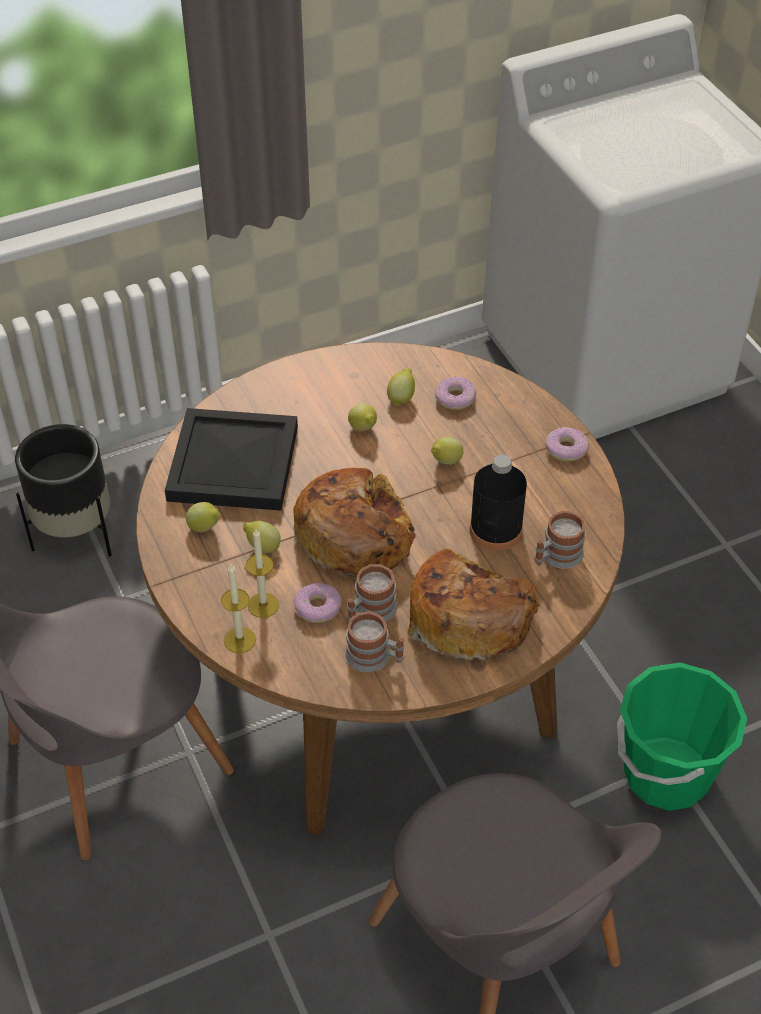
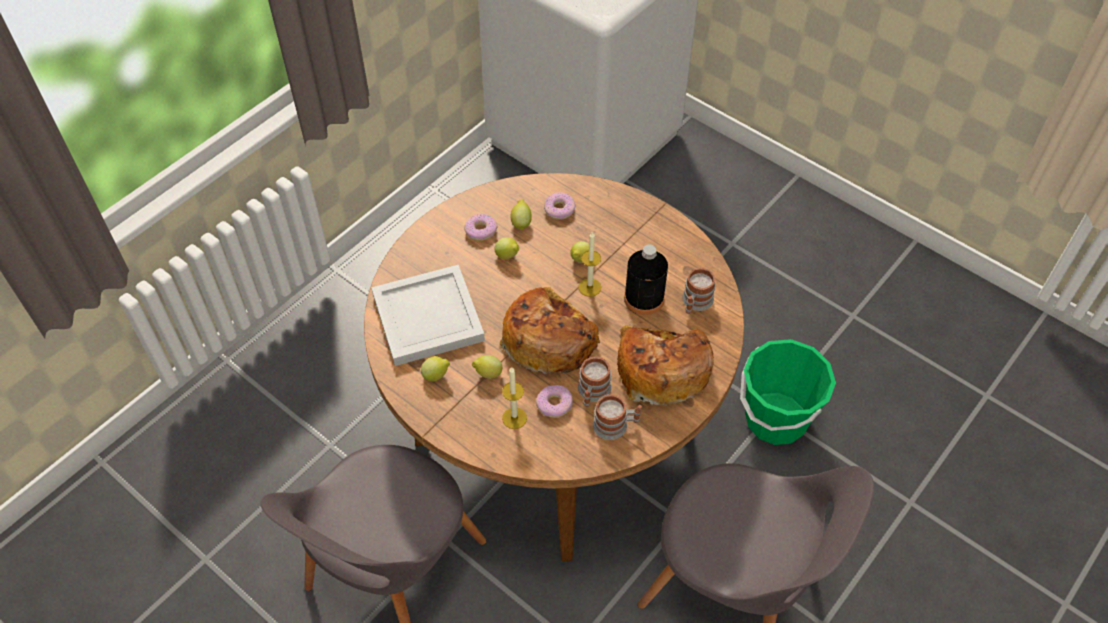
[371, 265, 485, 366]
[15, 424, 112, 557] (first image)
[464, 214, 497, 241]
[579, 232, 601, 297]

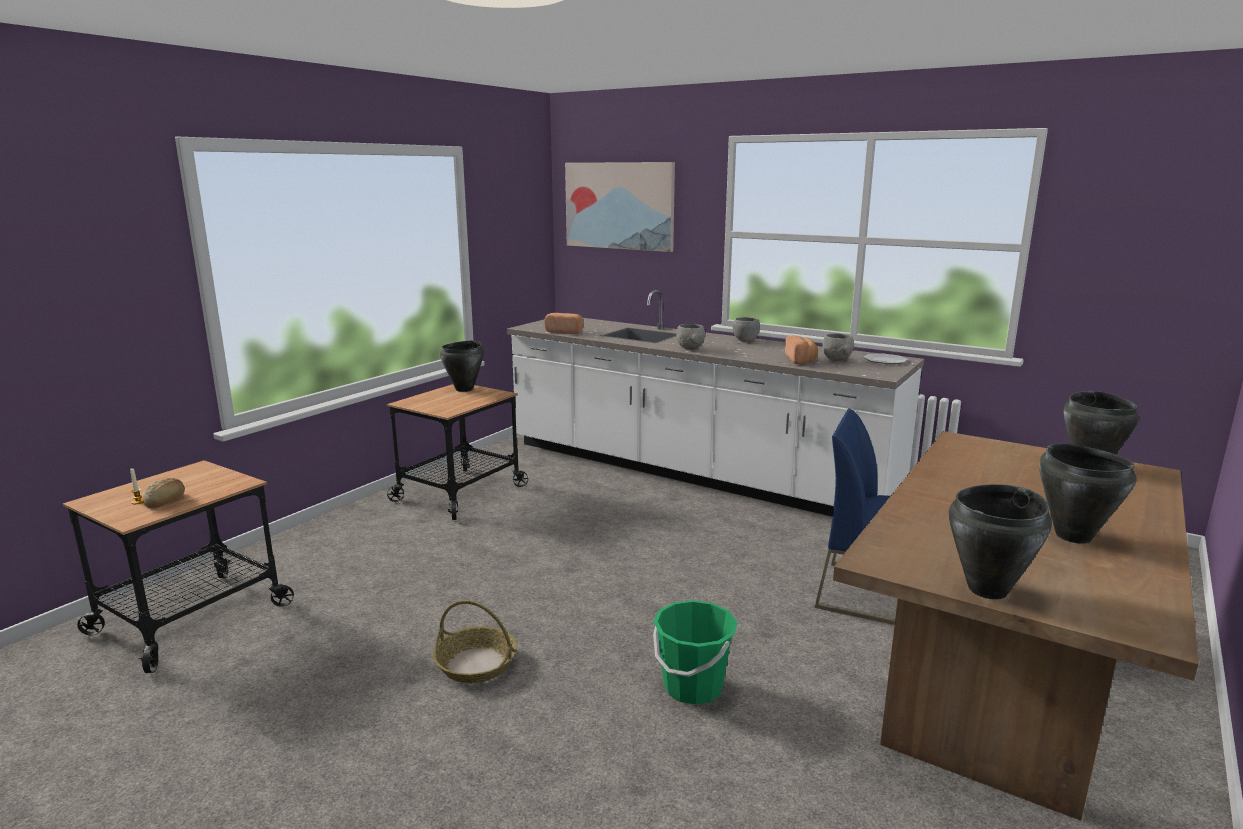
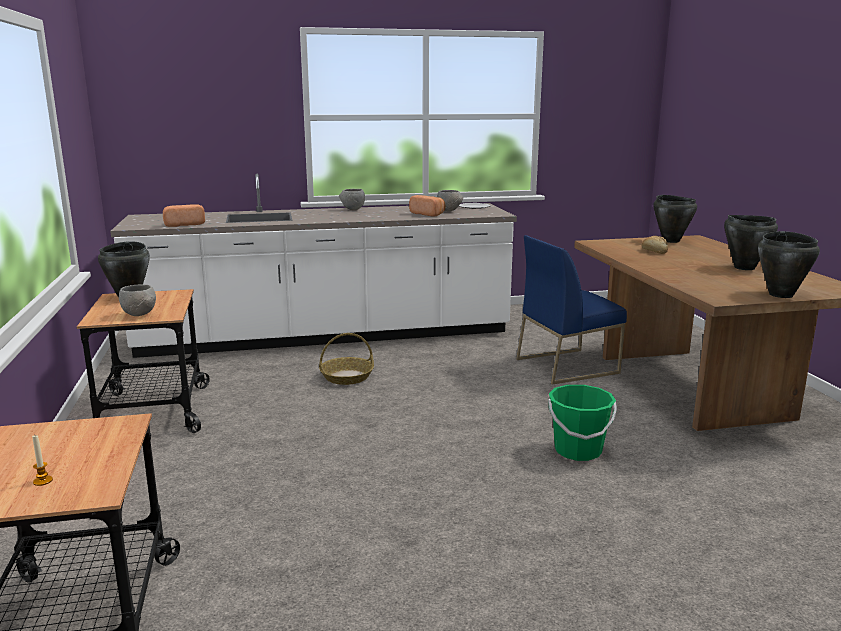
[565, 162, 675, 252] (first image)
[119, 284, 156, 316]
[642, 236, 668, 254]
[319, 333, 374, 385]

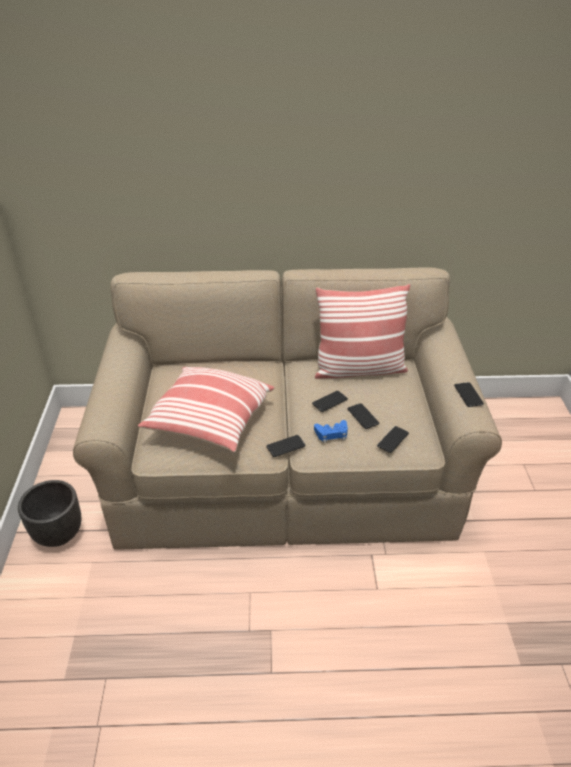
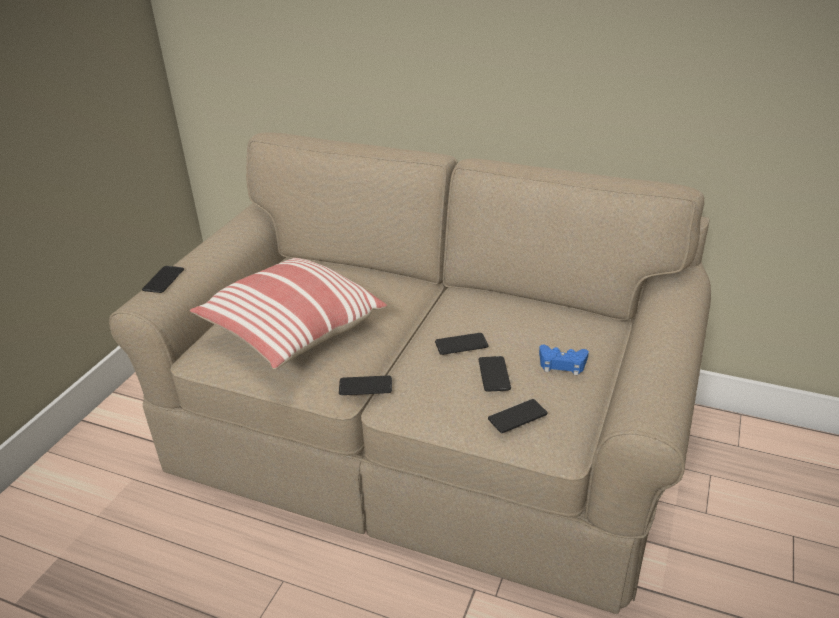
[315, 284, 410, 379] (first image)
[142, 266, 184, 293]
[539, 345, 589, 375]
[18, 480, 81, 547] (first image)

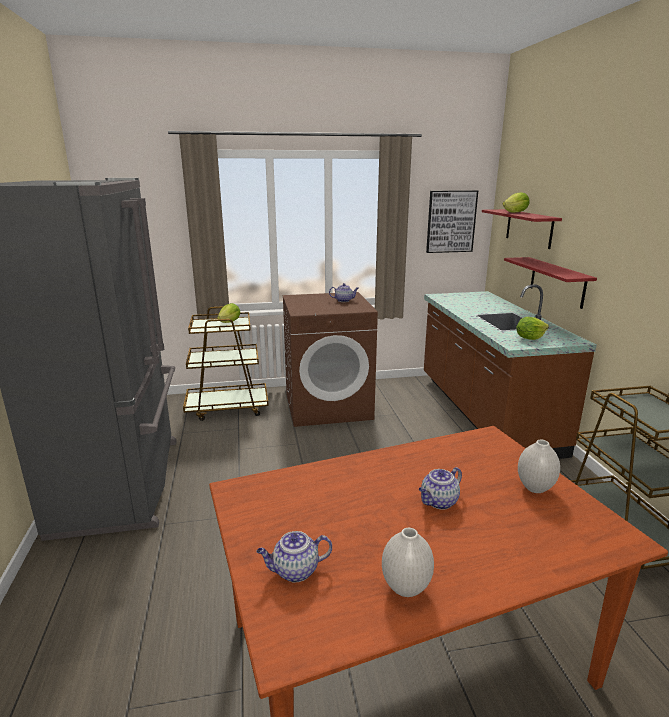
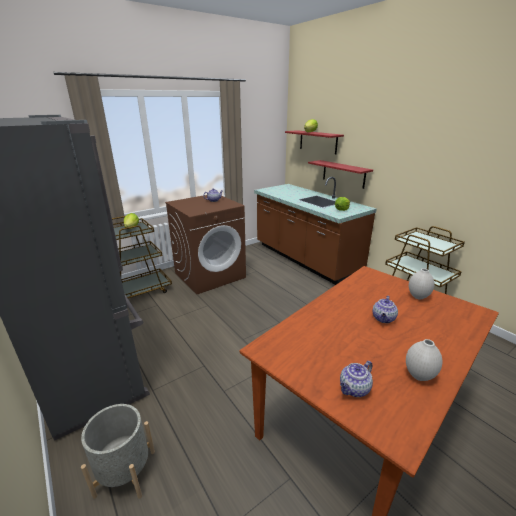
[426, 190, 478, 253] (first image)
[81, 404, 155, 499]

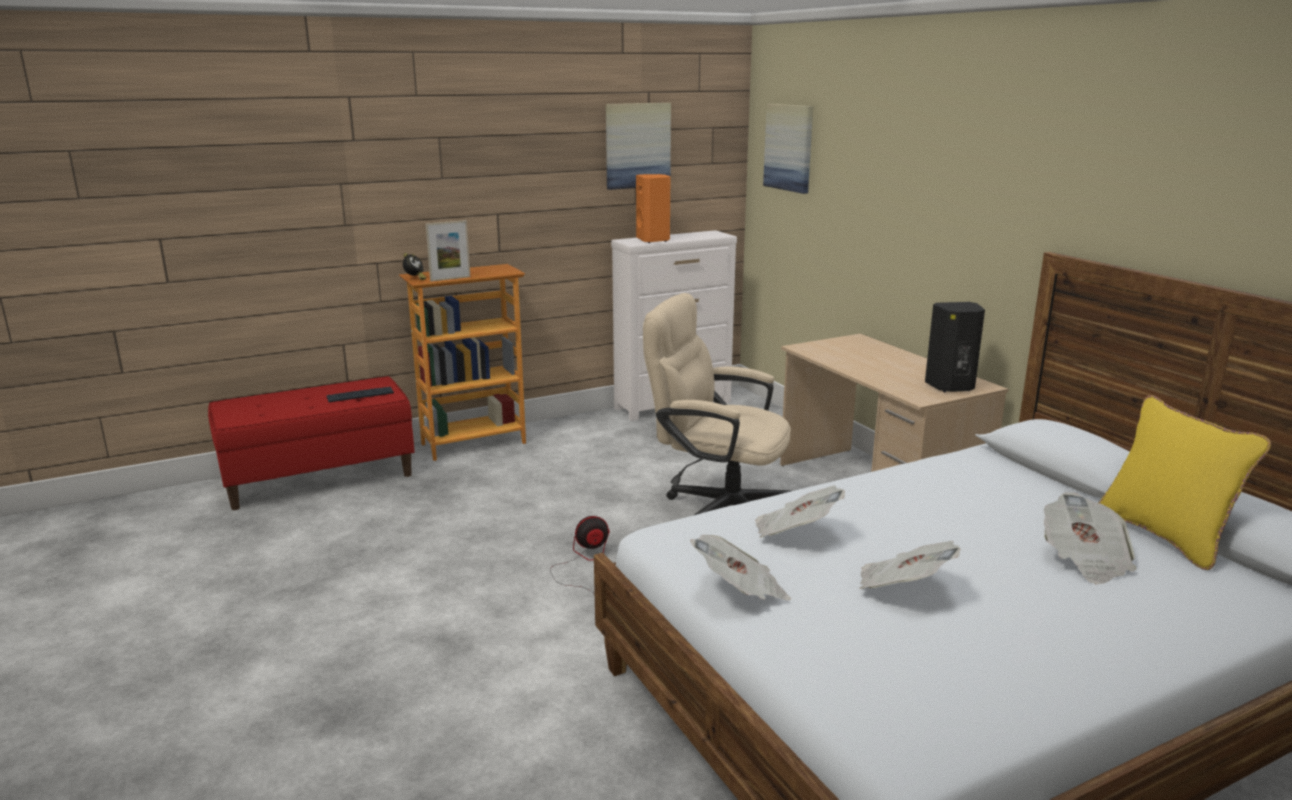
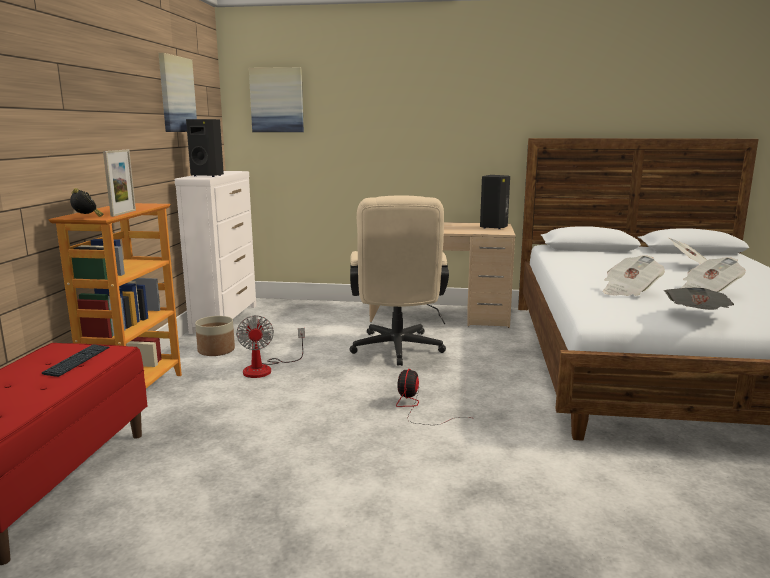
[186, 119, 224, 177]
[349, 195, 449, 366]
[1099, 395, 1271, 570] (first image)
[236, 315, 305, 378]
[195, 316, 235, 356]

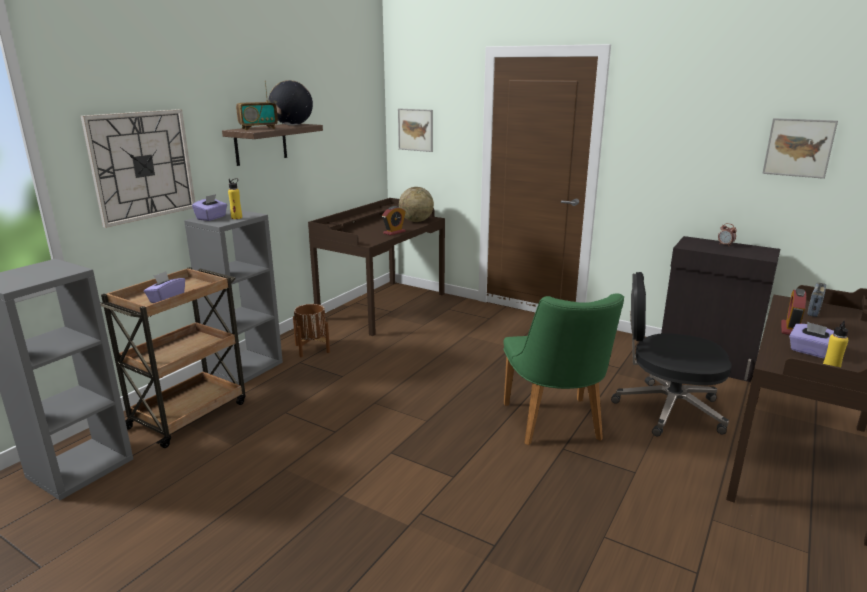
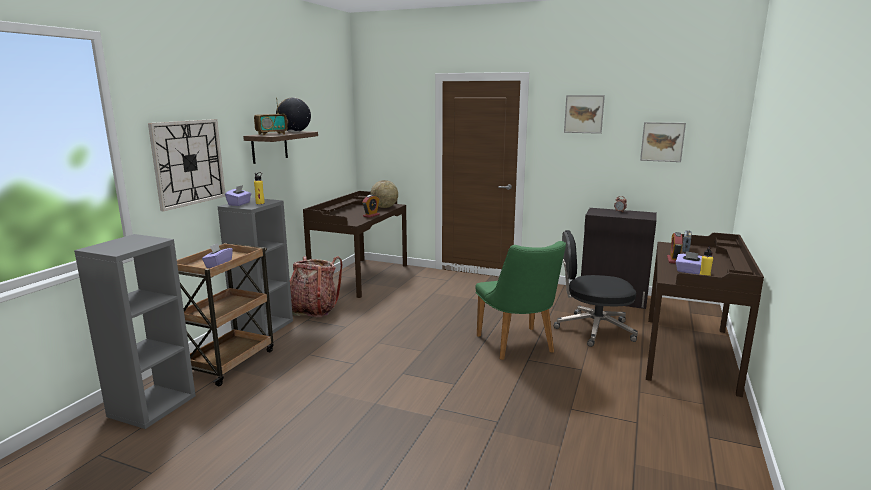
[564, 95, 605, 134]
[290, 256, 342, 317]

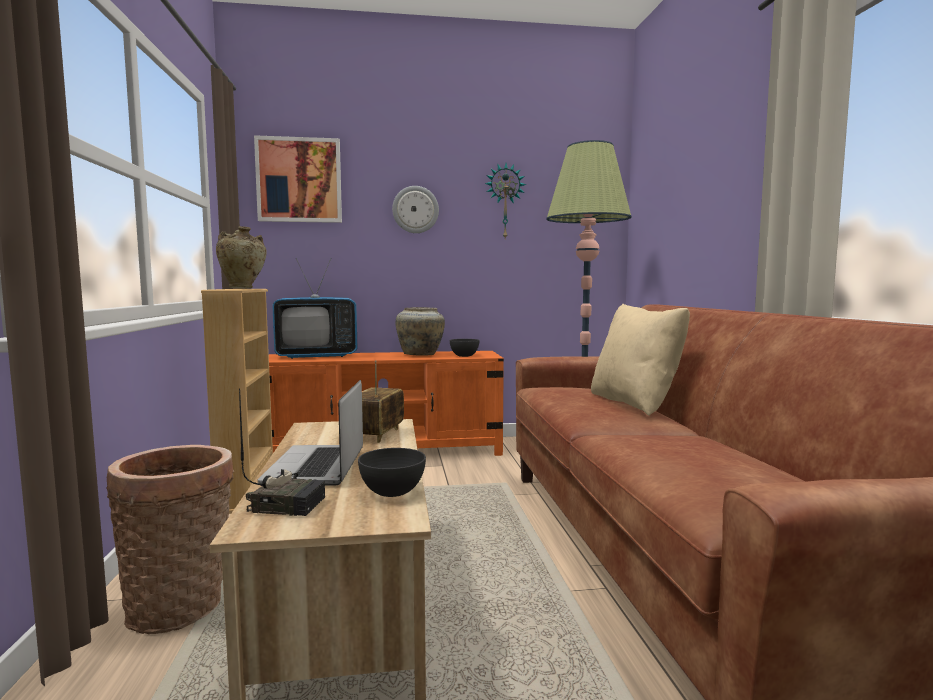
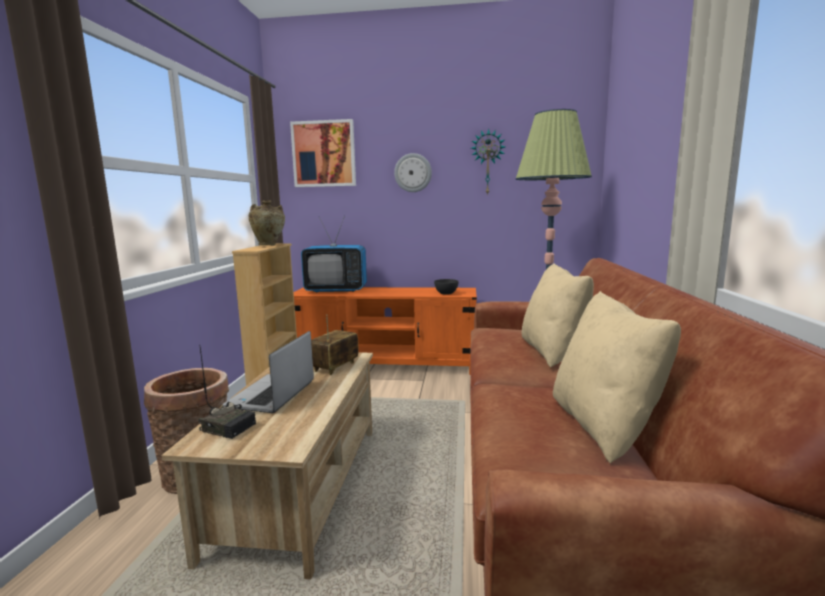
[396, 307, 445, 356] (first image)
[358, 448, 426, 497] (first image)
[553, 291, 681, 464]

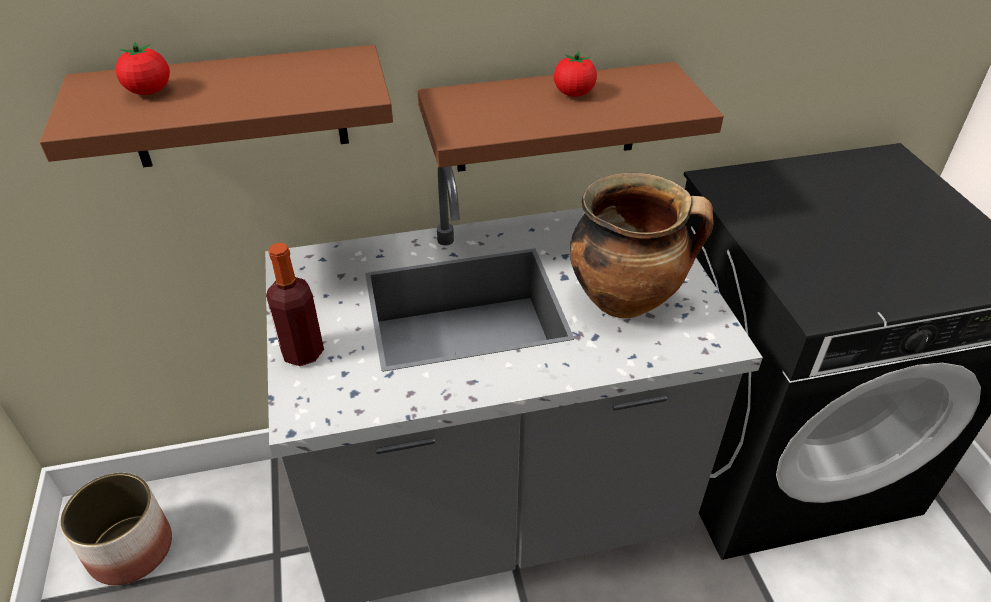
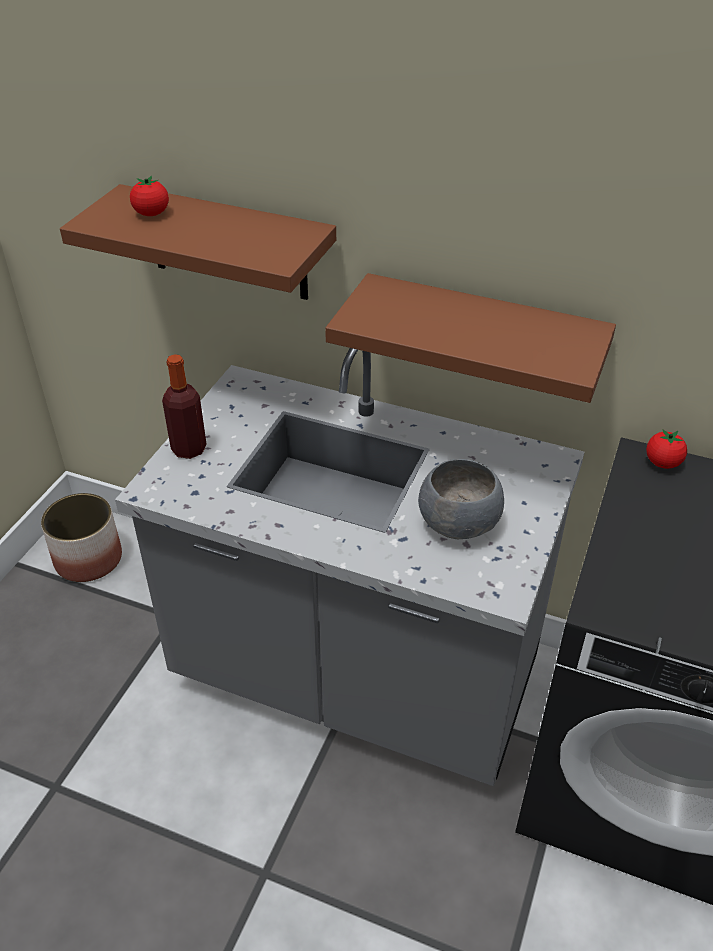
[646, 429, 687, 469]
[418, 459, 504, 539]

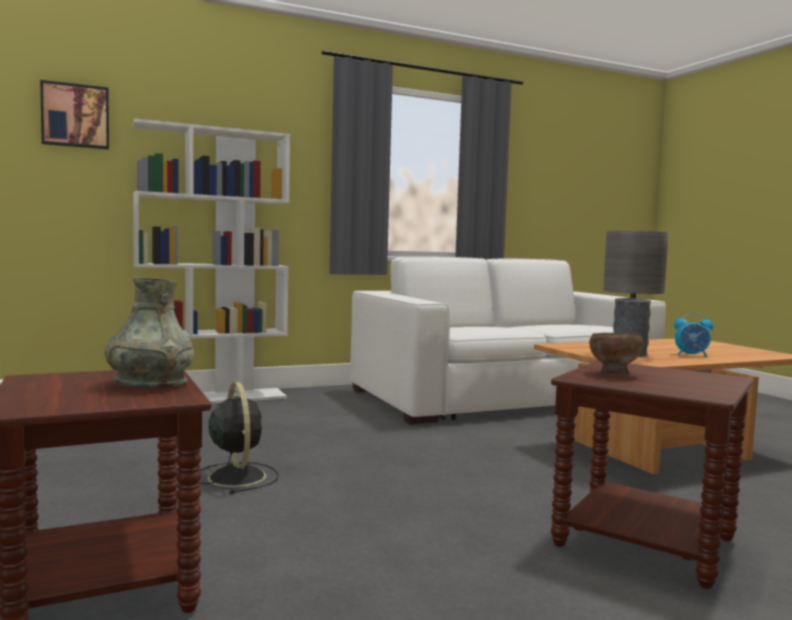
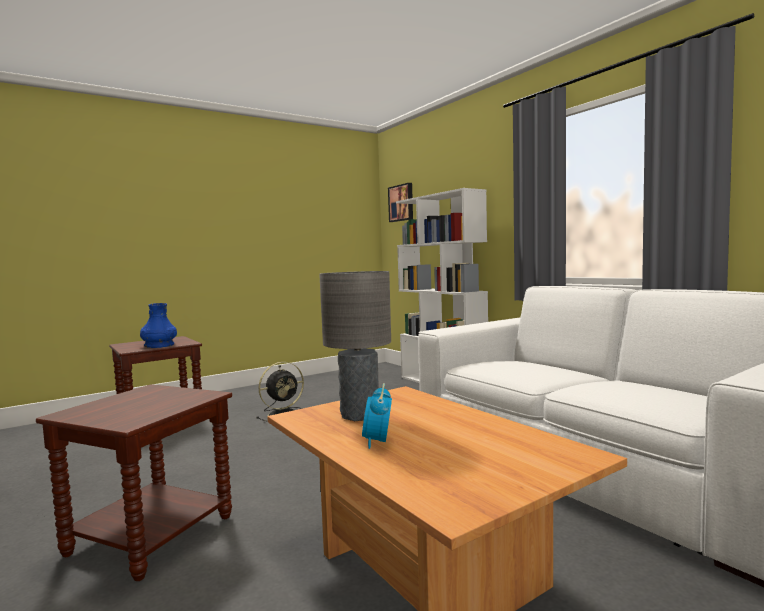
[140, 303, 177, 348]
[589, 333, 643, 374] (first image)

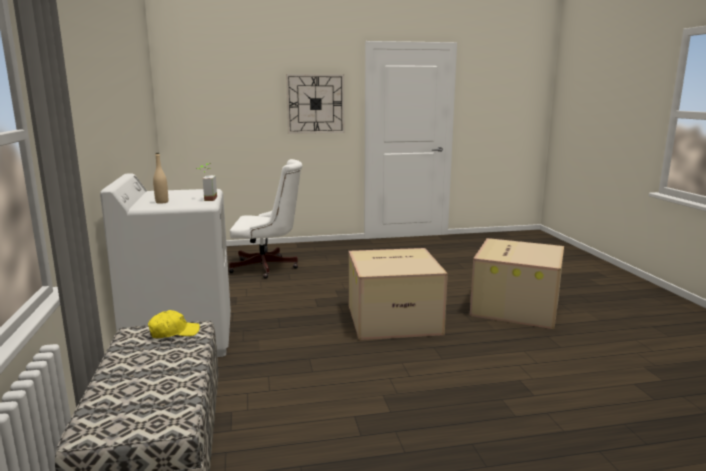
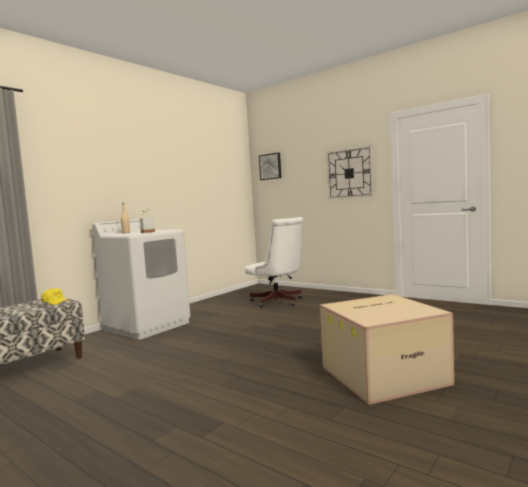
[348, 248, 448, 340] (first image)
[259, 152, 281, 180]

